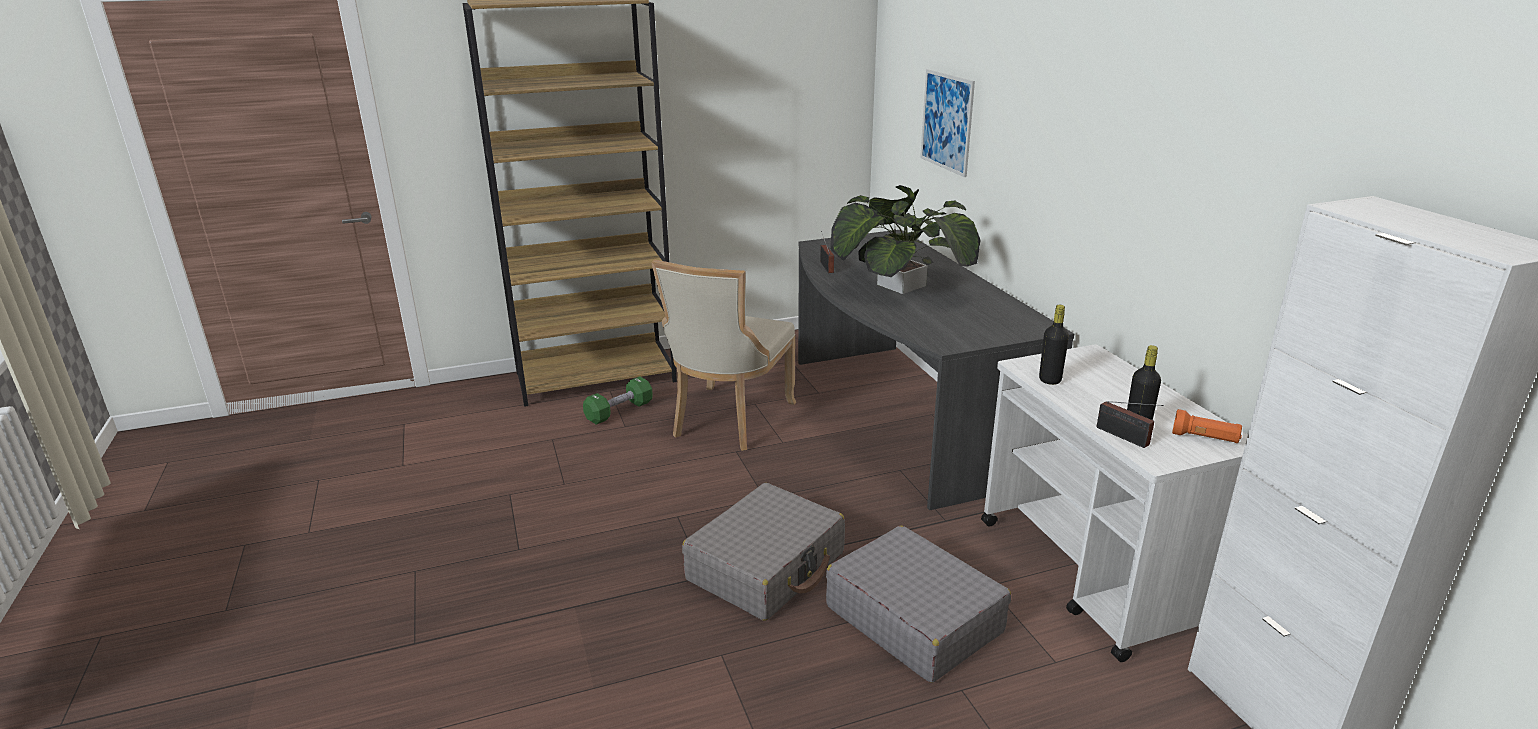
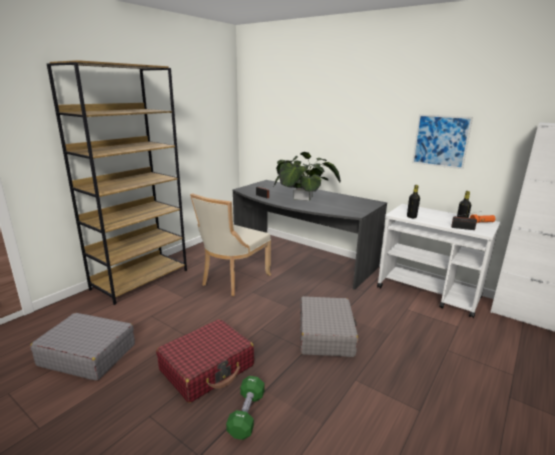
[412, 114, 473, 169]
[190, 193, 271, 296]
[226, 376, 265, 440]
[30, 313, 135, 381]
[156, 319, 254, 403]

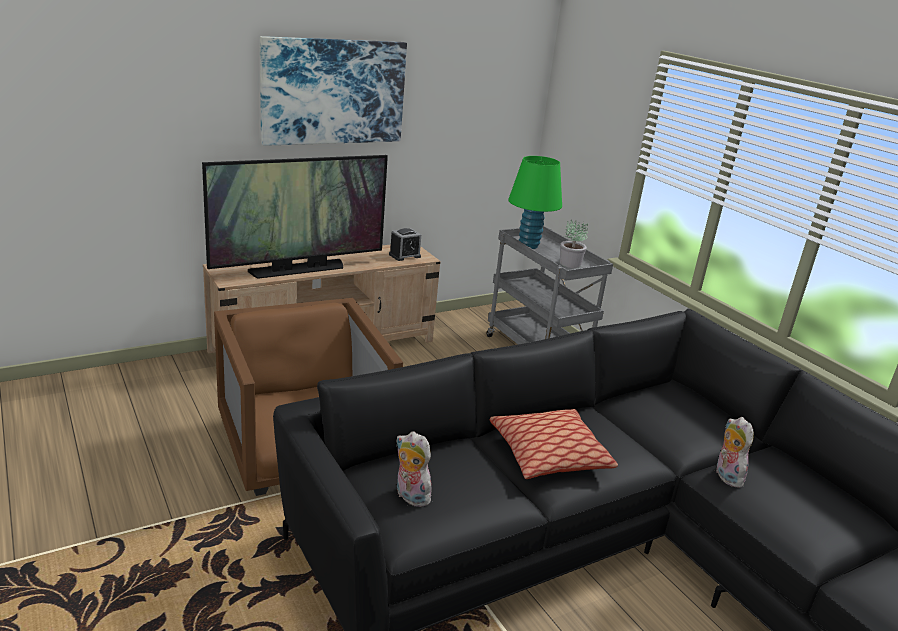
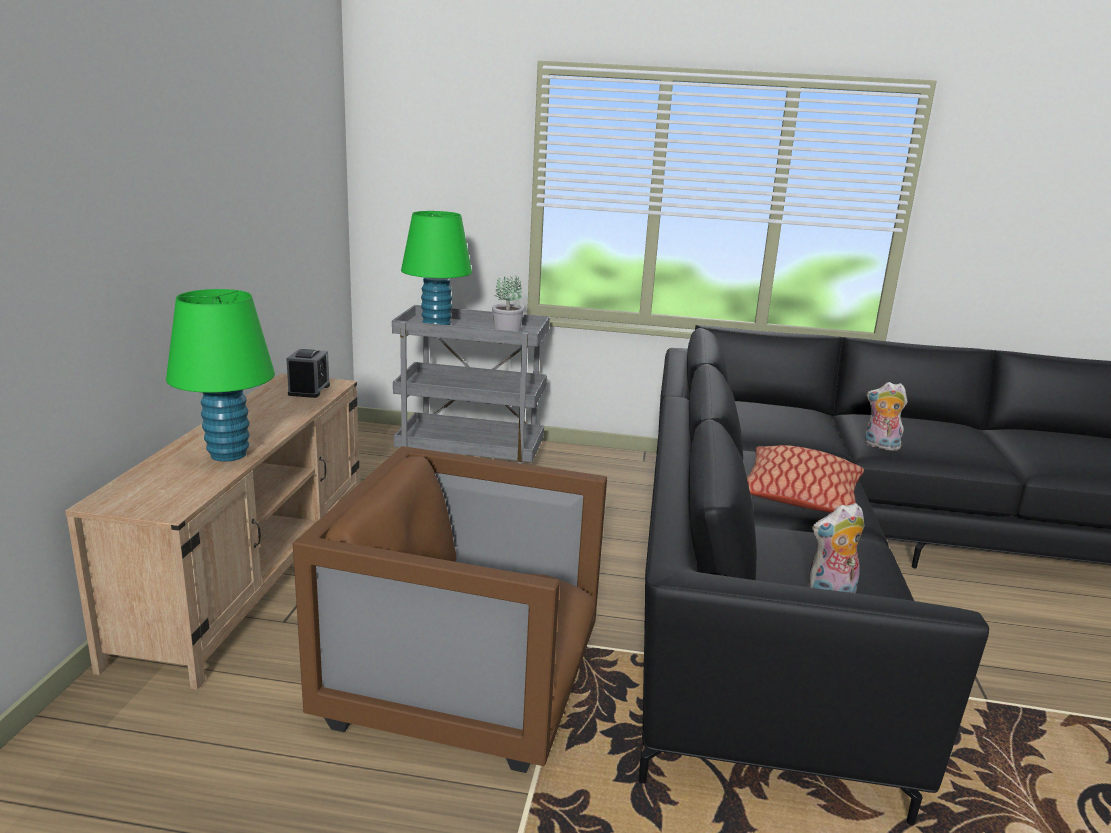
[260, 36, 407, 146] (first image)
[166, 289, 275, 462]

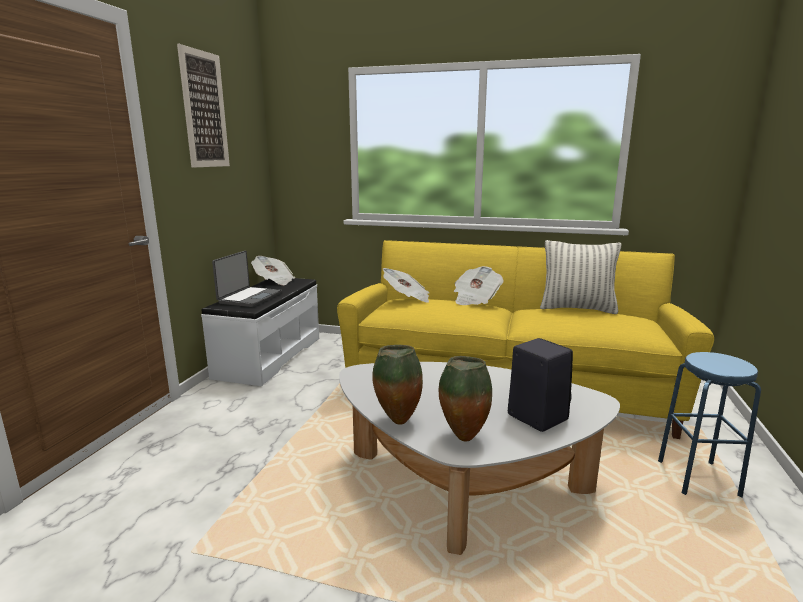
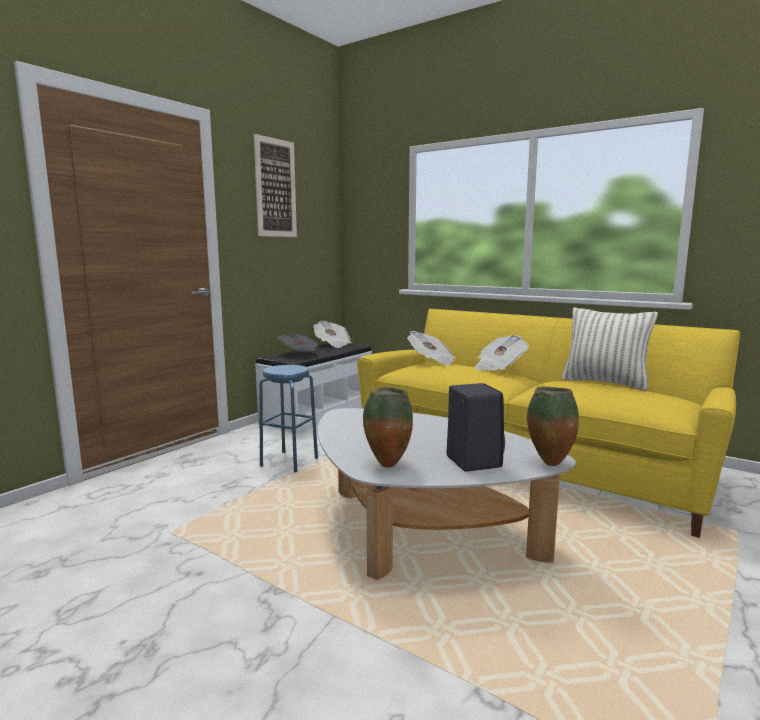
[277, 333, 318, 351]
[527, 387, 579, 466]
[259, 365, 318, 473]

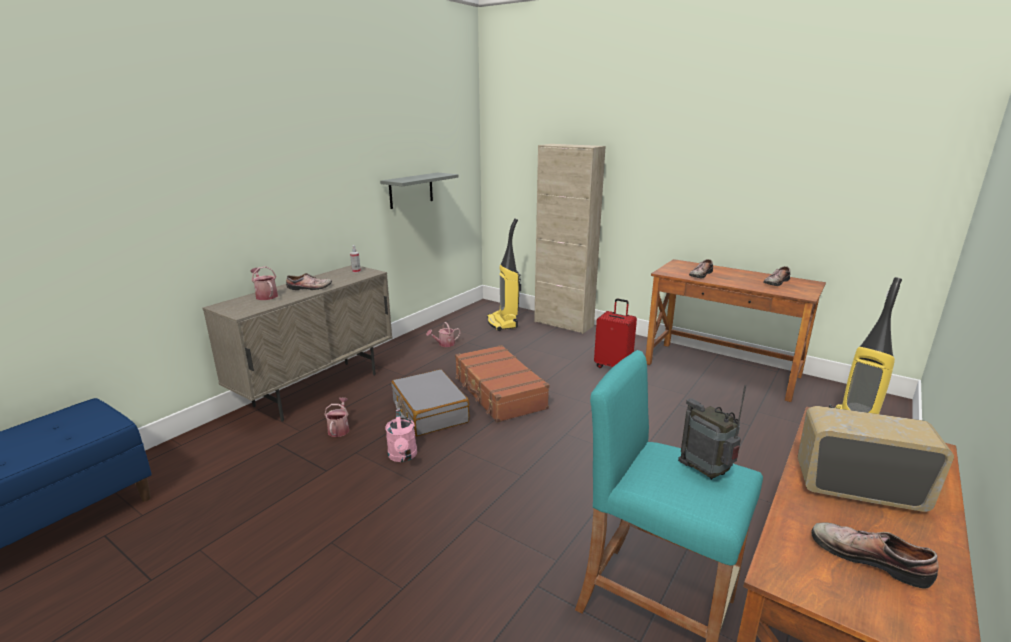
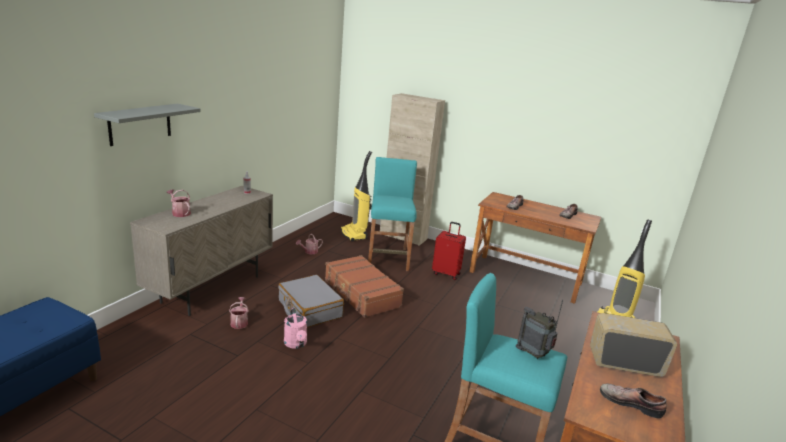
[94, 104, 201, 146]
[286, 273, 332, 290] (first image)
[368, 157, 417, 271]

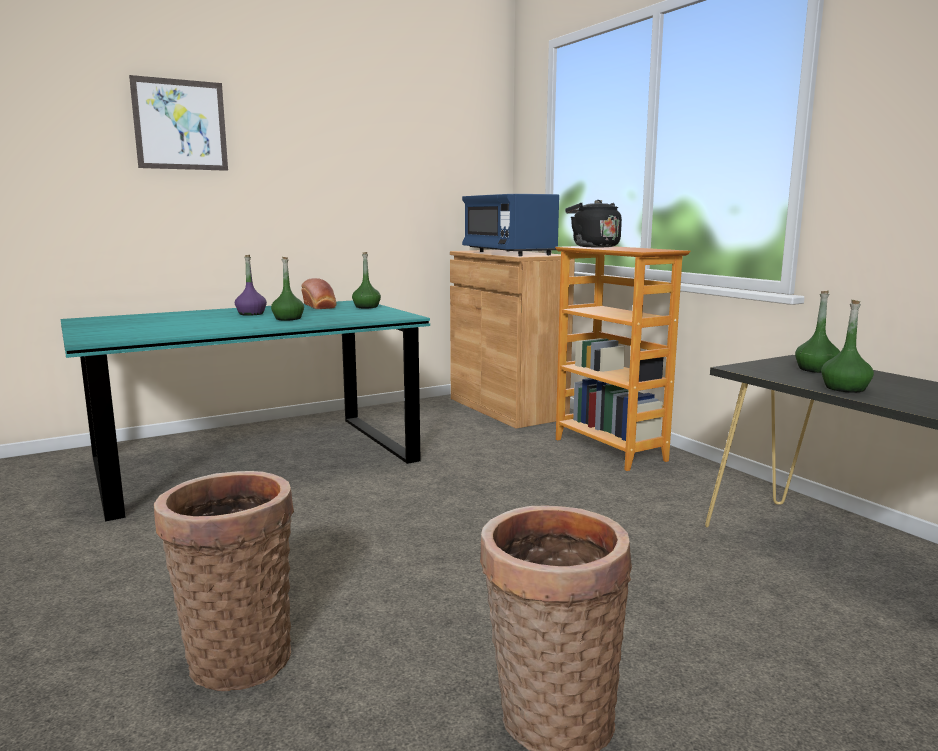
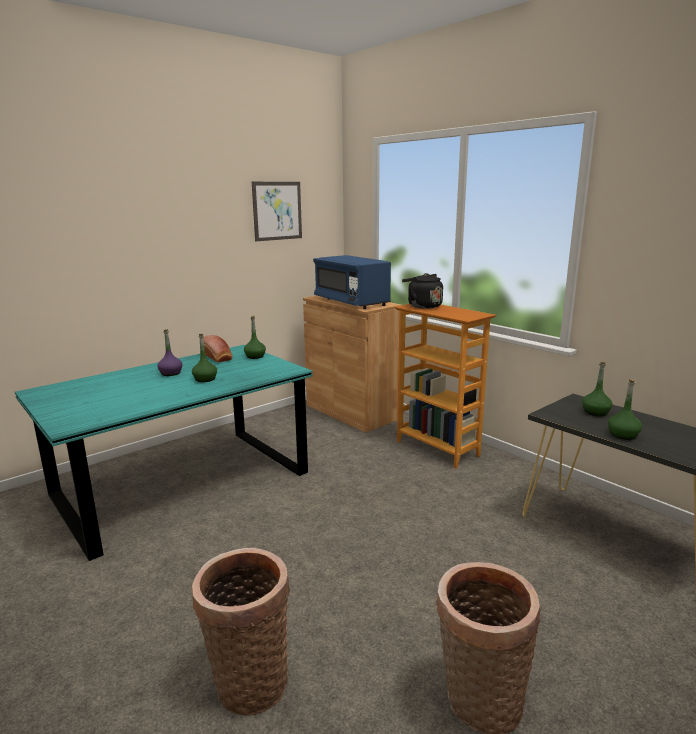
[252, 182, 302, 241]

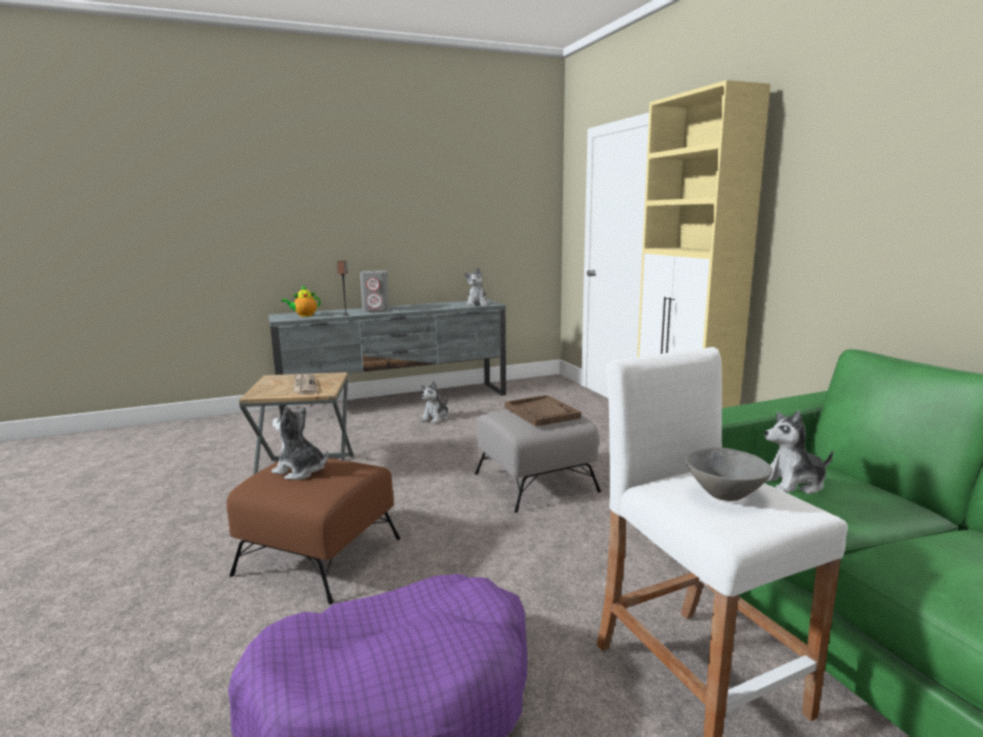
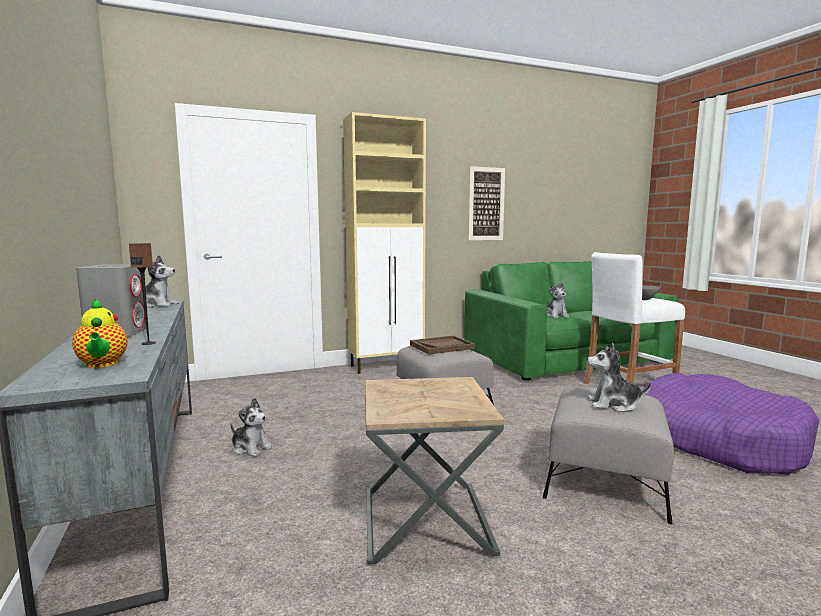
[293, 374, 317, 395] (first image)
[587, 343, 652, 412]
[543, 387, 674, 524]
[468, 166, 505, 240]

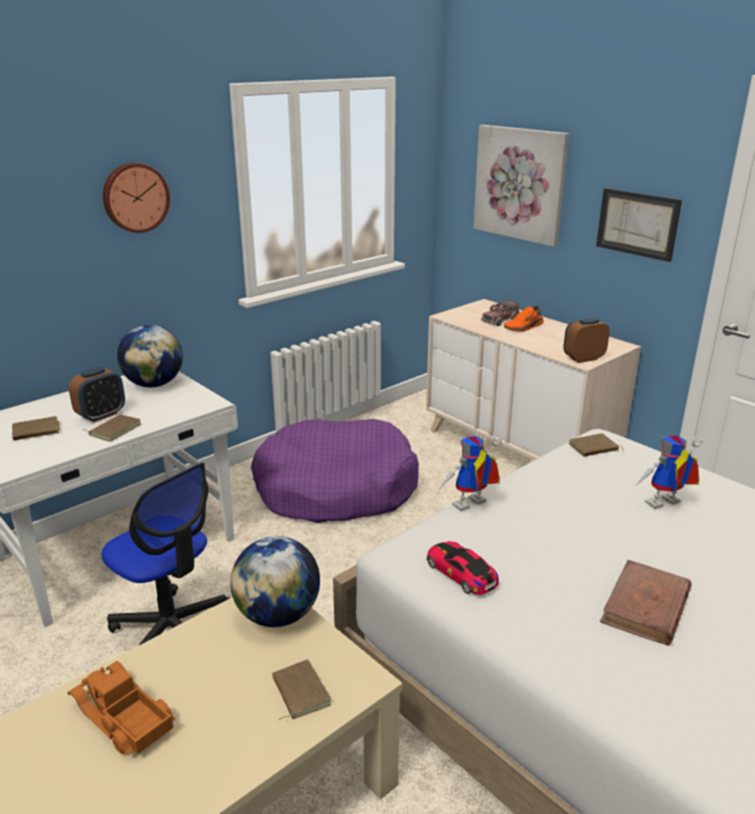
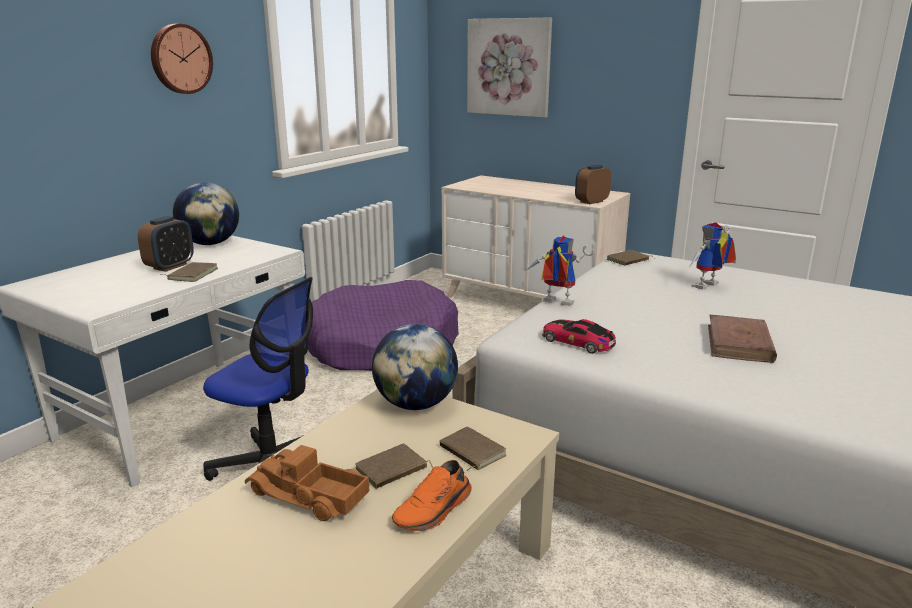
[596, 188, 682, 262] (first image)
[481, 300, 520, 326] (first image)
[392, 460, 472, 531]
[355, 443, 434, 489]
[525, 236, 595, 306]

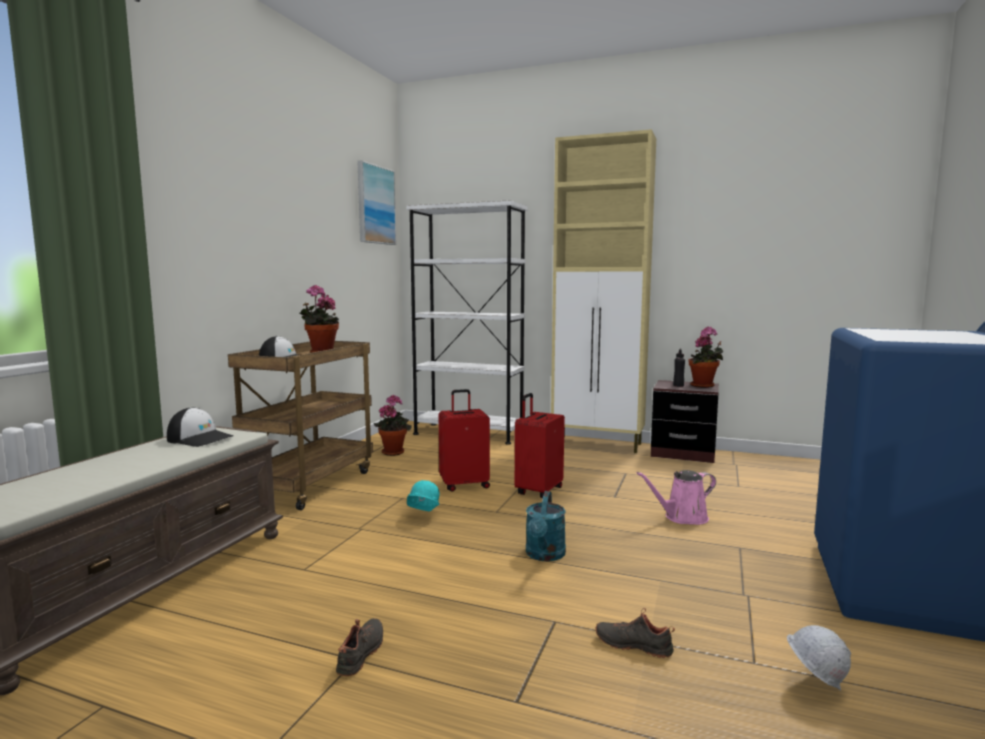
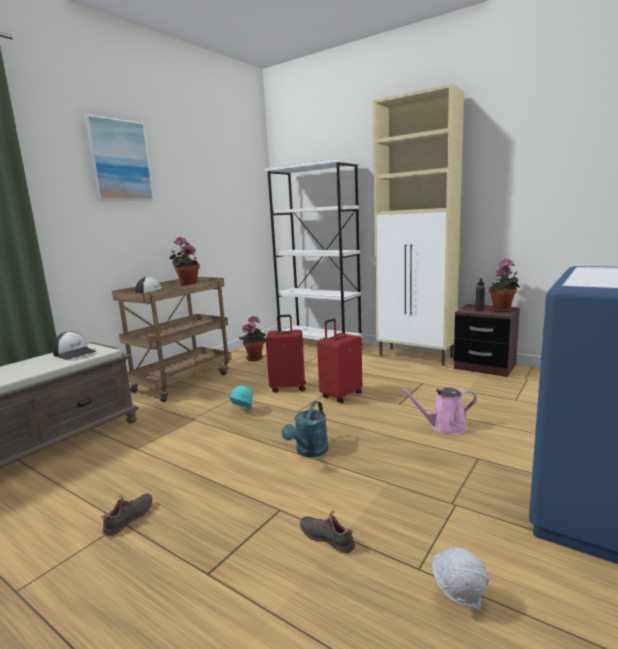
[84, 114, 154, 200]

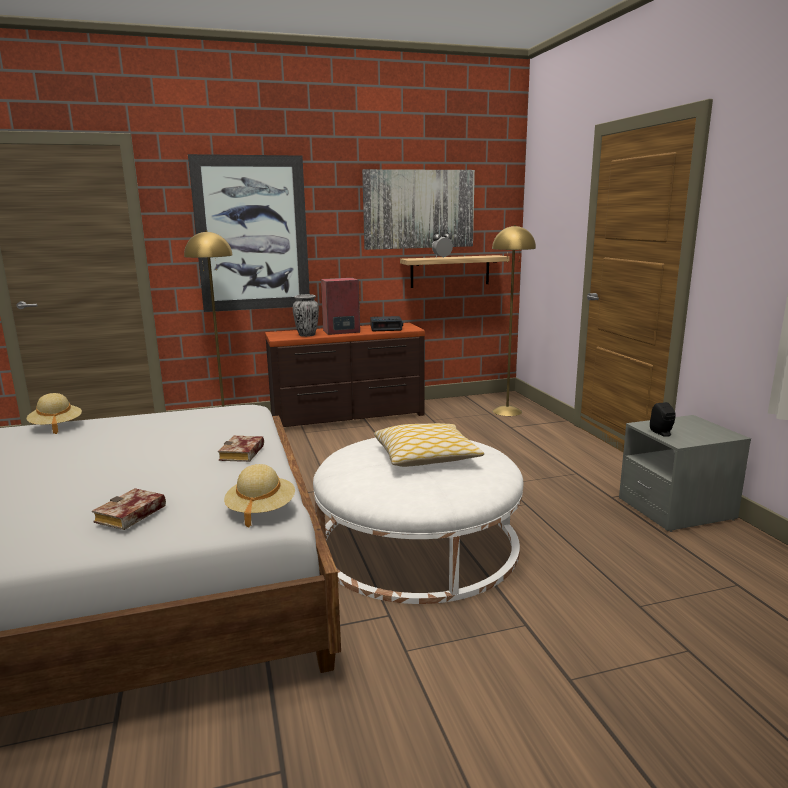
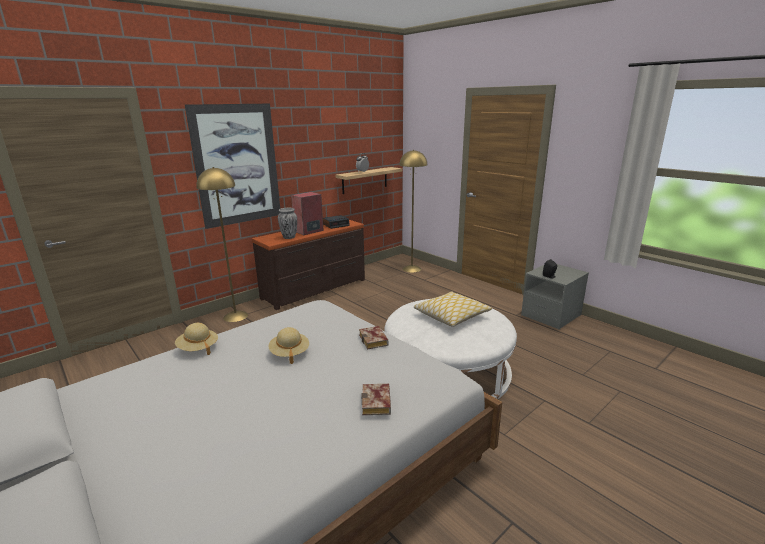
[362, 169, 475, 250] (first image)
[269, 327, 309, 364]

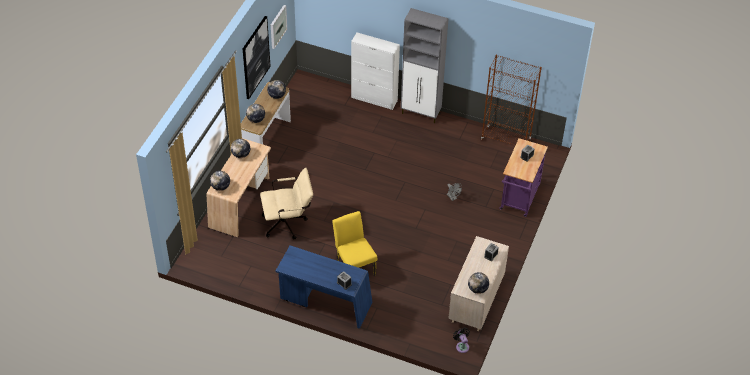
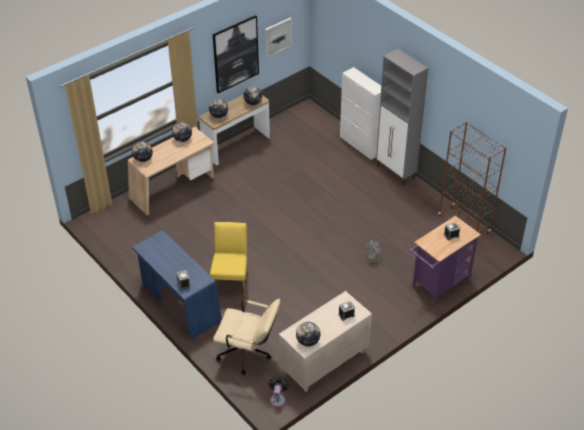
[213, 299, 280, 375]

